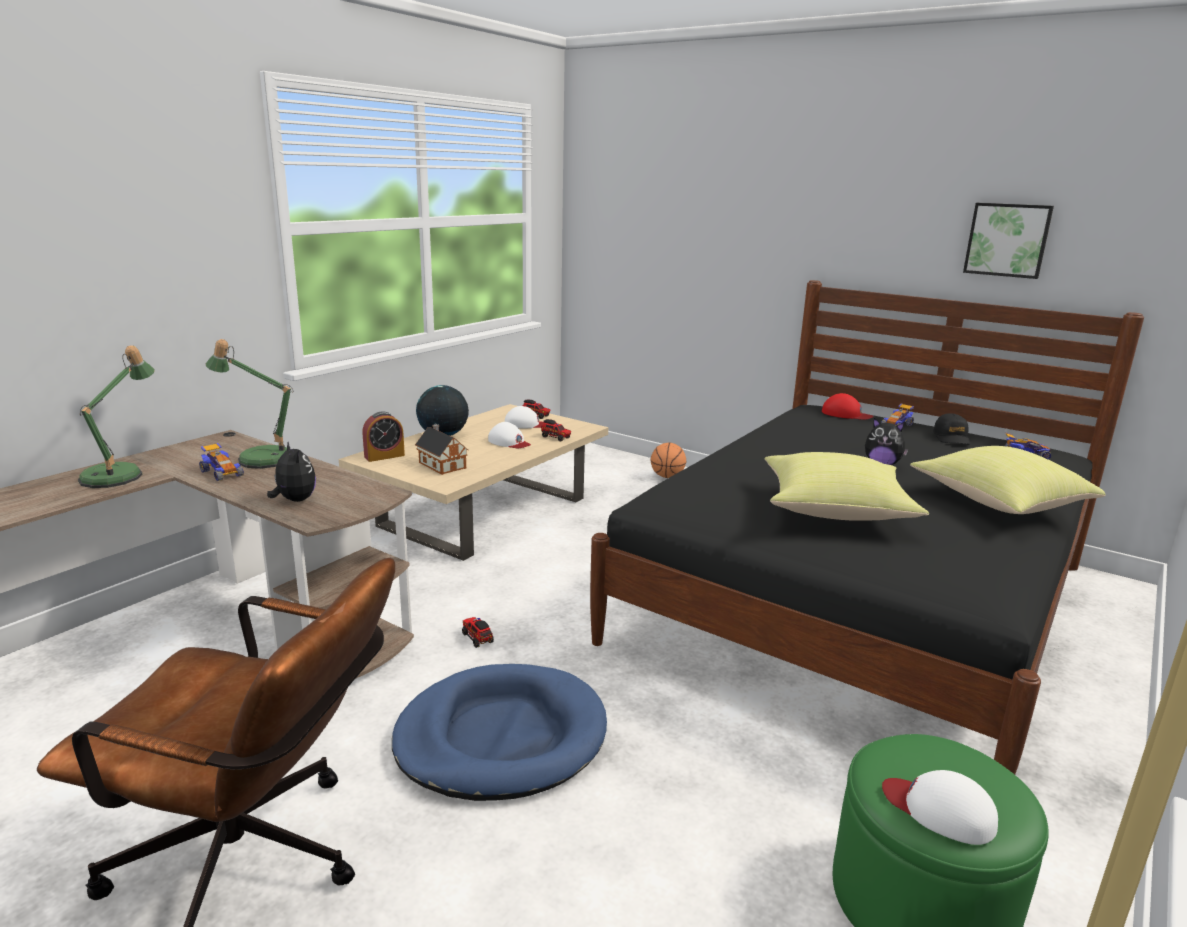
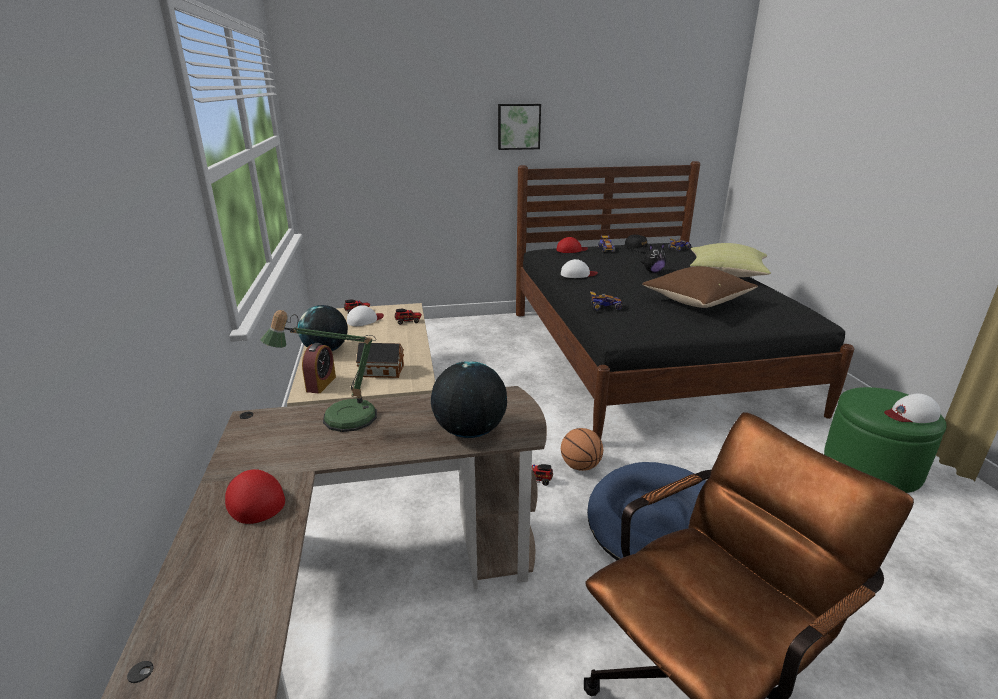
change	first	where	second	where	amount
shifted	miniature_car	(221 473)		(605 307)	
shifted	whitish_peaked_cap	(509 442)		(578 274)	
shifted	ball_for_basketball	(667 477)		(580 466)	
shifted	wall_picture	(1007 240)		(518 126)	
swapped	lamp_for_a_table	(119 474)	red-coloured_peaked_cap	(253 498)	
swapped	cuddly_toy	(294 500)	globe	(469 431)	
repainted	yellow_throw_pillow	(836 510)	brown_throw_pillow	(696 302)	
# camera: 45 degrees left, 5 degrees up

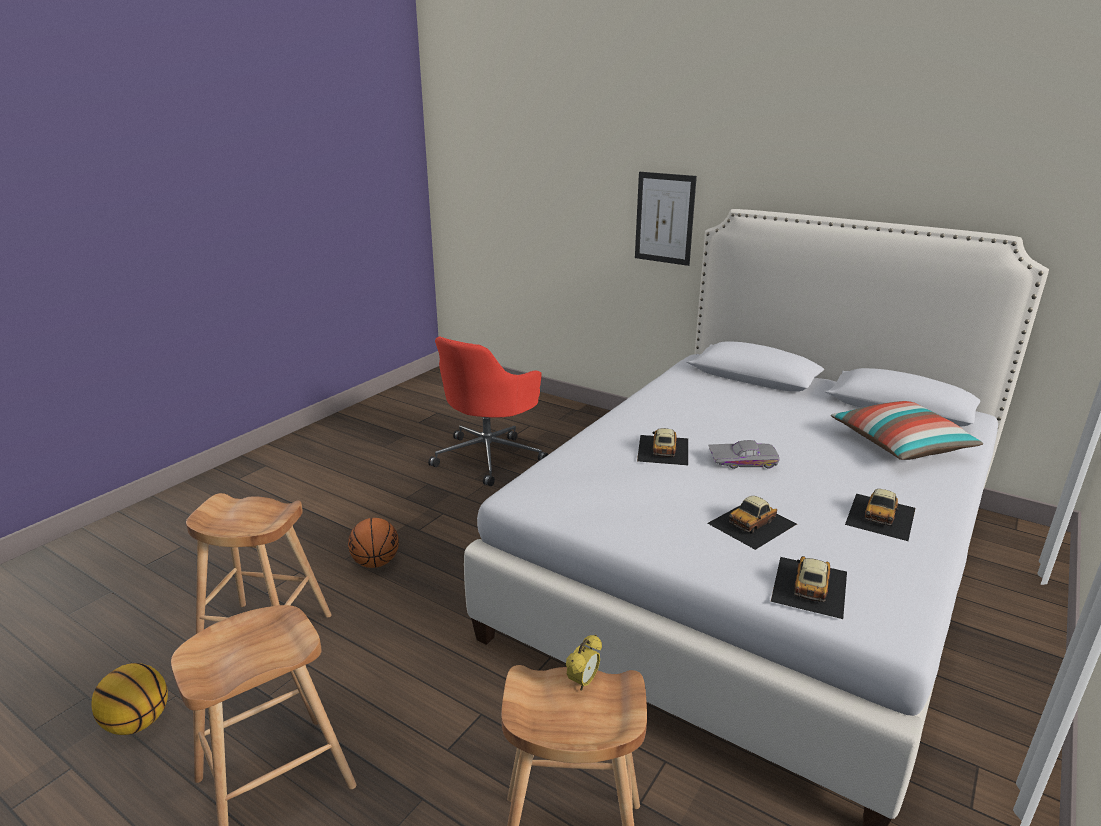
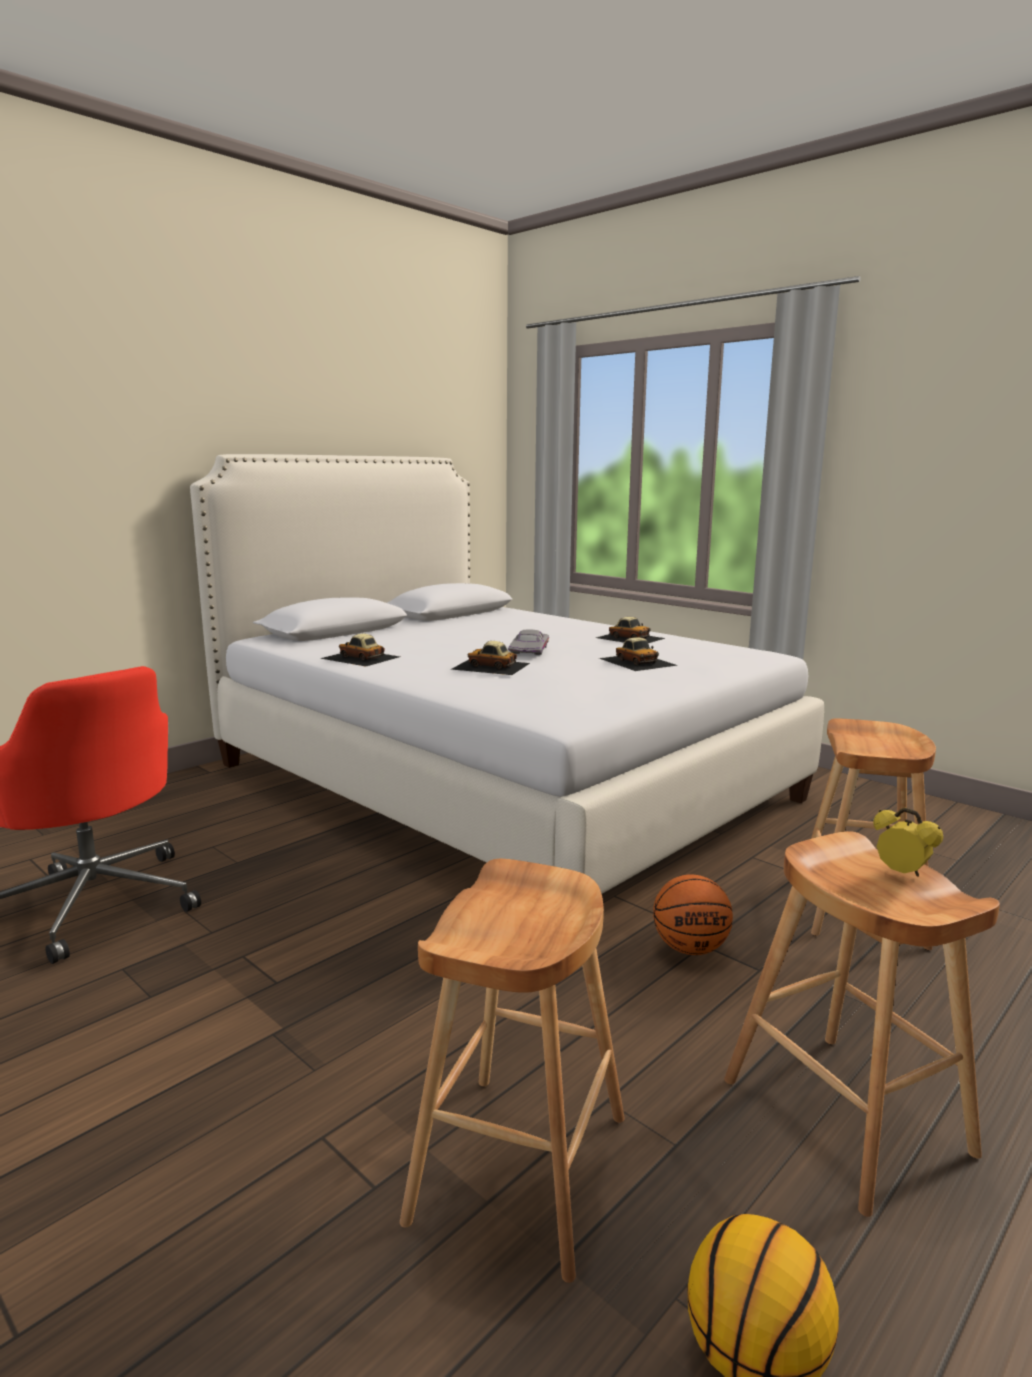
change	first	where	second	where	amount
gone	wall_picture	(664 218)			
gone	throw_pillow	(900 445)			
shifted	ball_for_basketball	(376 562)		(690 948)	
shifted	alarm_clock	(583 682)		(901 873)	
shifted	miniature_car	(809 586)		(360 657)	
# camera: 80 degrees left, 10 degrees down

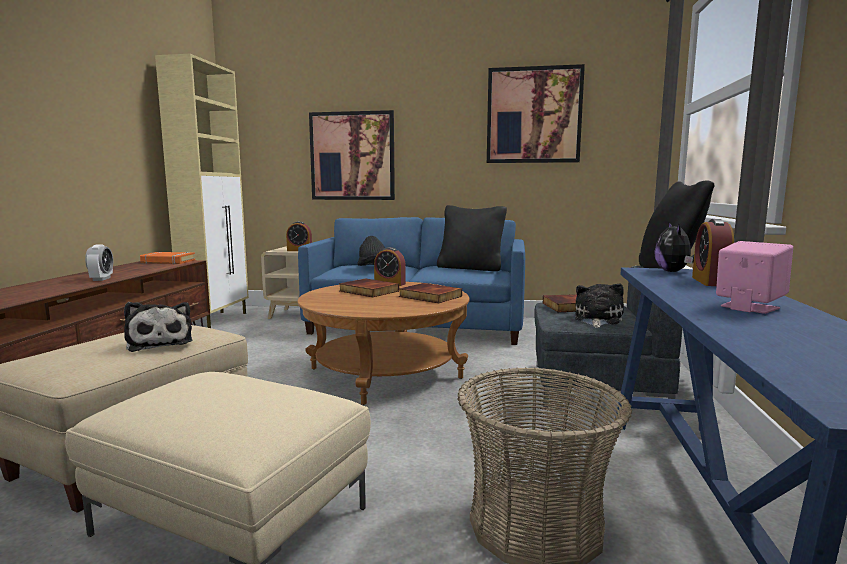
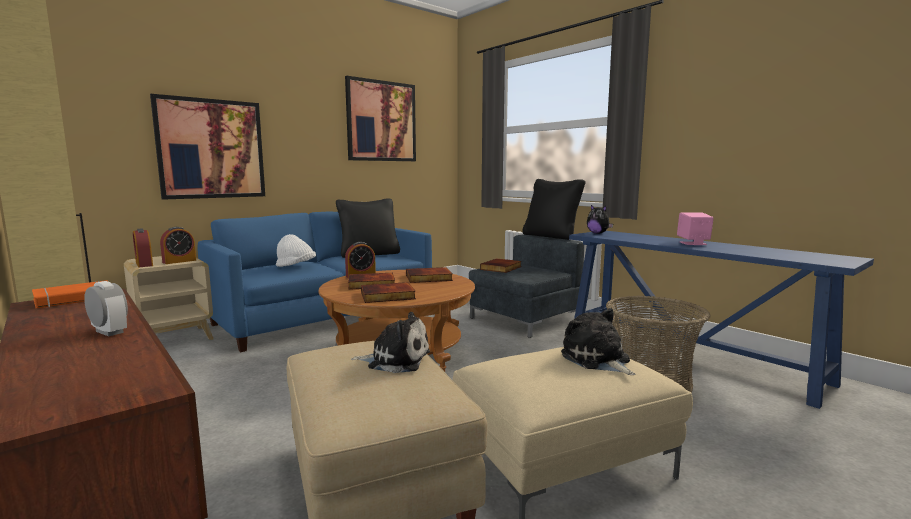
change	first	where	second	where	amount
new			volume	(387 296)	
shifted	cuddly_toy	(597 319)		(597 360)	
shifted	alarm_clock	(710 281)		(144 264)	
repainted	black_clothing_hat	(373 267)	whitish_clothing_hat	(296 266)	
# camera: 50 degrees left, 0 degrees up

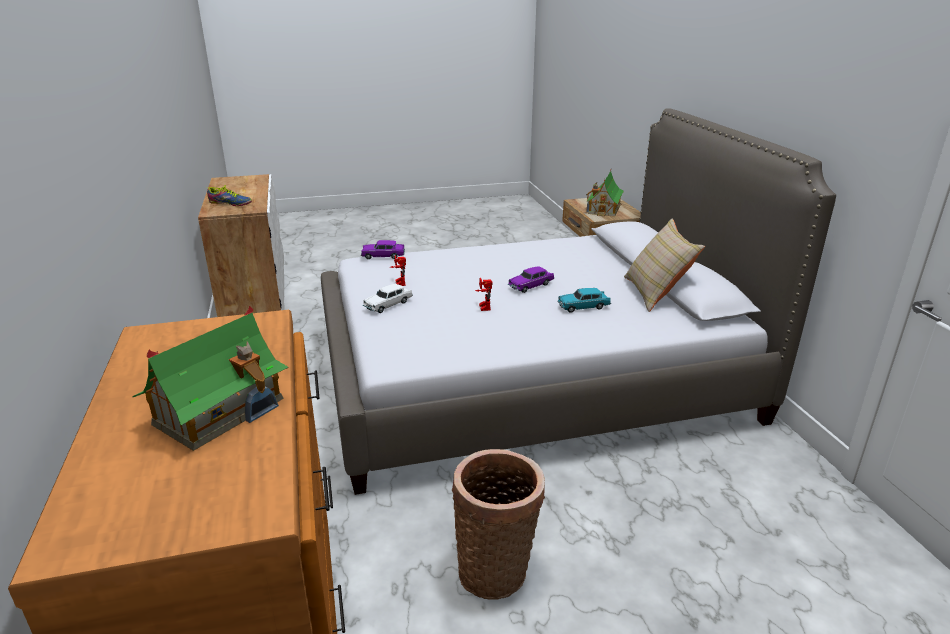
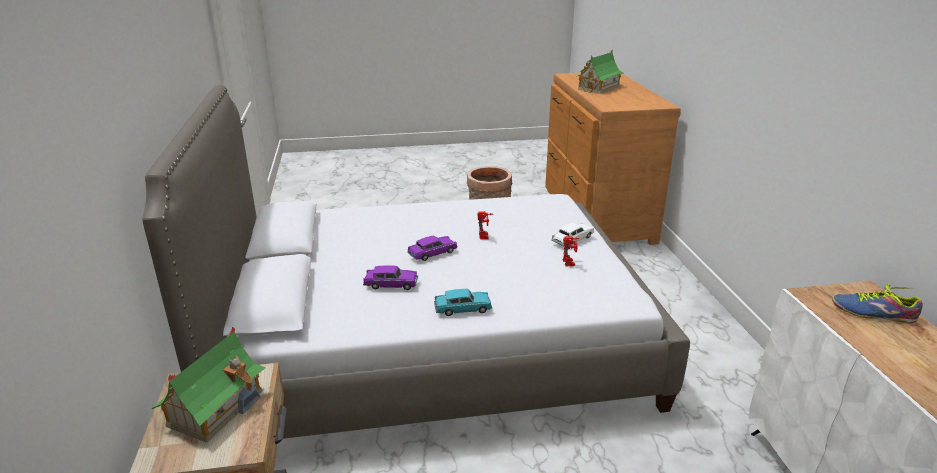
change	first	where	second	where	amount
gone	beige-coloured_throw_pillow	(656 293)			
shifted	purplish_miniature_car	(383 256)		(391 285)	
shifted	turquoise-coloured_miniature_car	(583 307)		(462 309)	
# camera: 175 degrees left, 0 degrees up

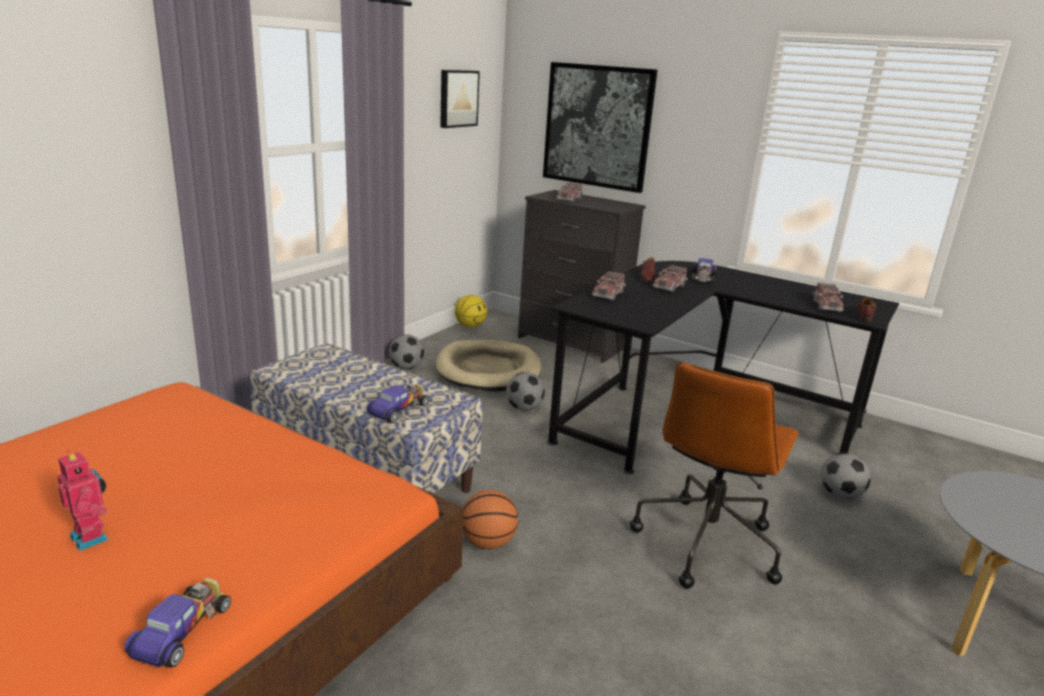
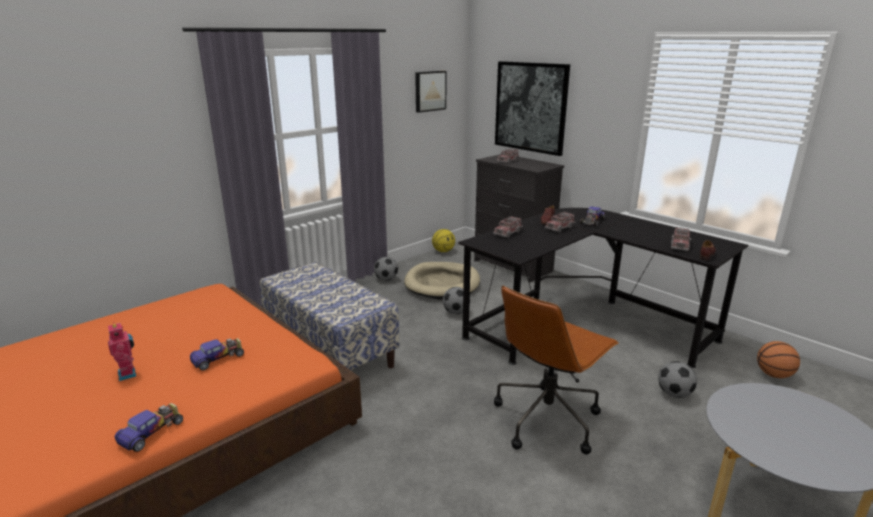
change	first	where	second	where	amount
shifted	miniature_car	(399 409)		(218 358)	
shifted	ball_for_basketball	(488 543)		(773 375)	
# camera: 15 degrees right, 0 degrees up

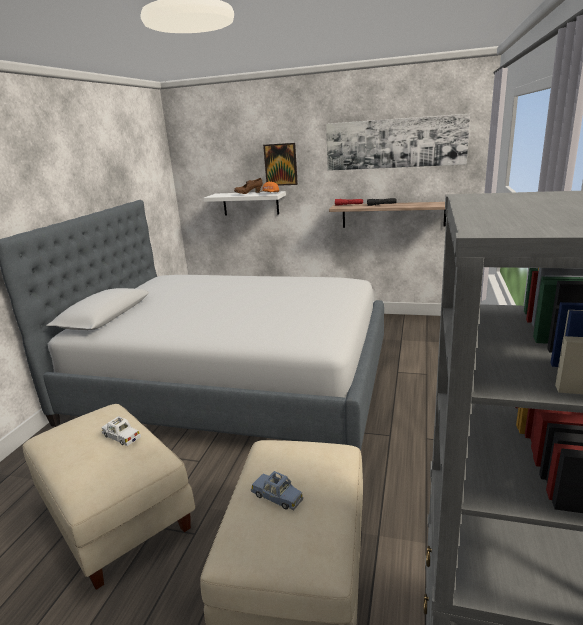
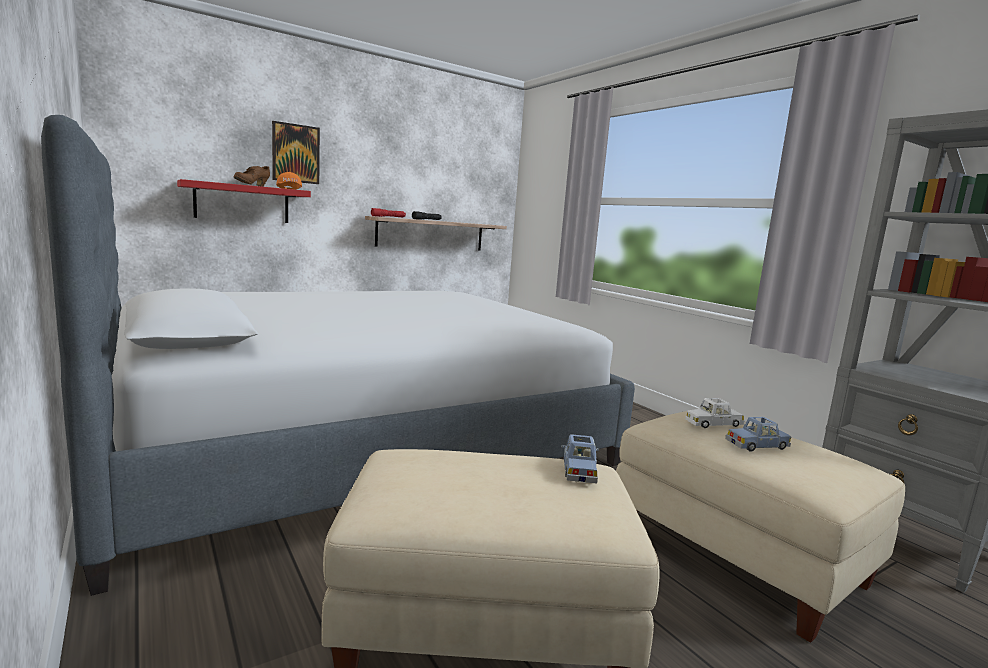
change	first	where	second	where	amount
gone	wall_picture	(395 143)			
new			blue-coloured_miniature_car	(578 469)	
shifted	whitish_miniature_car	(121 437)		(713 424)	
repainted	whitish_shelf	(250 203)	red-coloured_shelf	(242 203)	
# camera: 50 degrees left, 10 degrees down

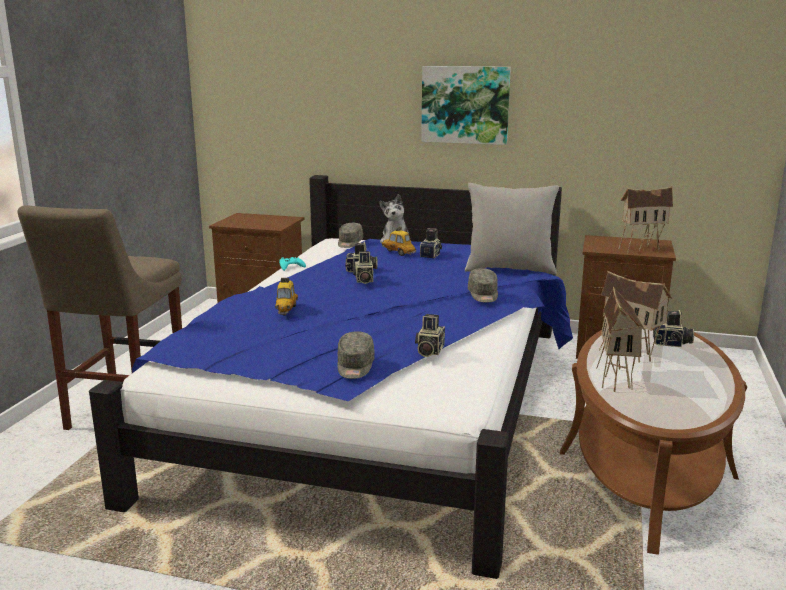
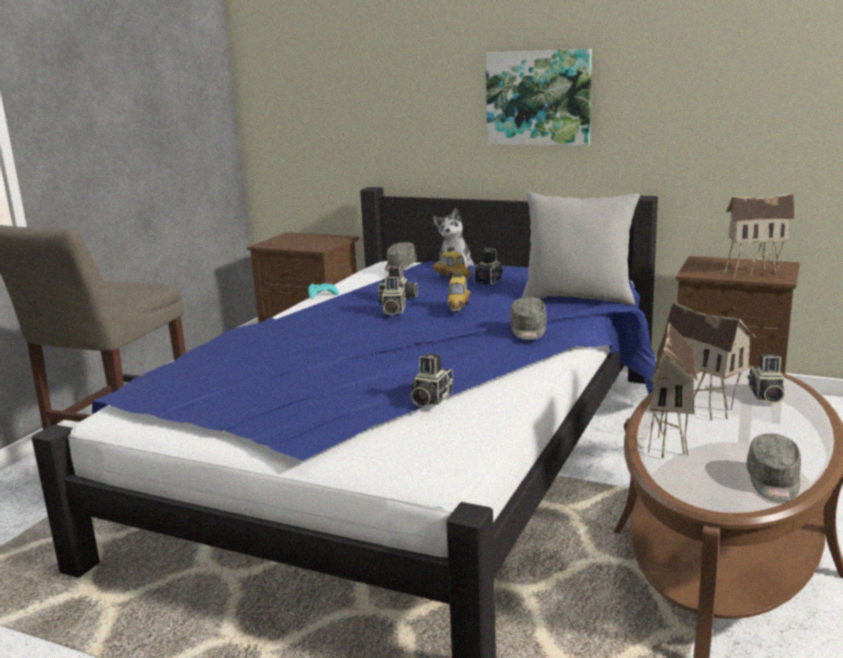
change	first	where	second	where	amount
shifted	miniature_car	(286 310)		(458 307)	
shifted	gray_peaked_cap	(355 366)		(773 482)	
rotated	photo_camera	(672 344)		(765 396)	75 degrees clockwise
# camera: 10 degrees right, 0 degrees up

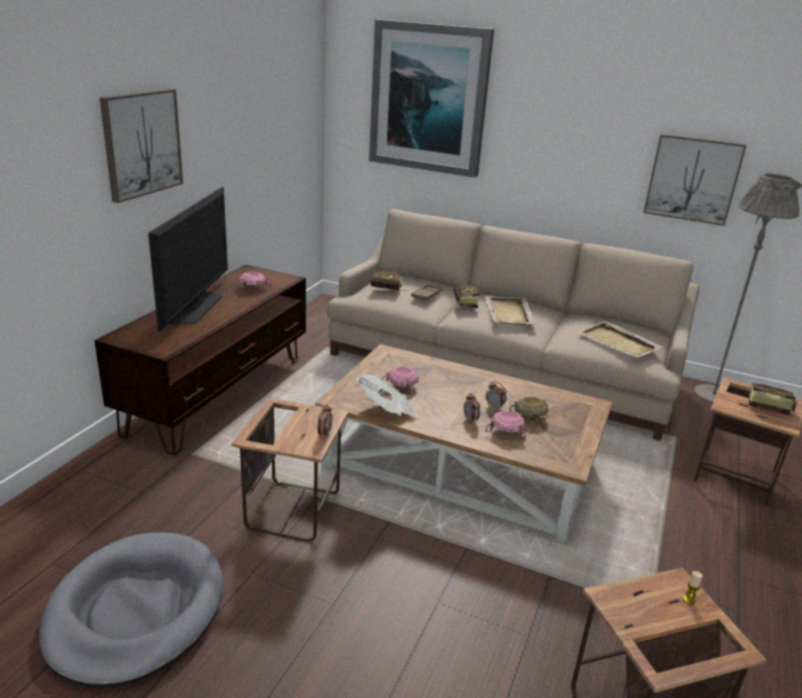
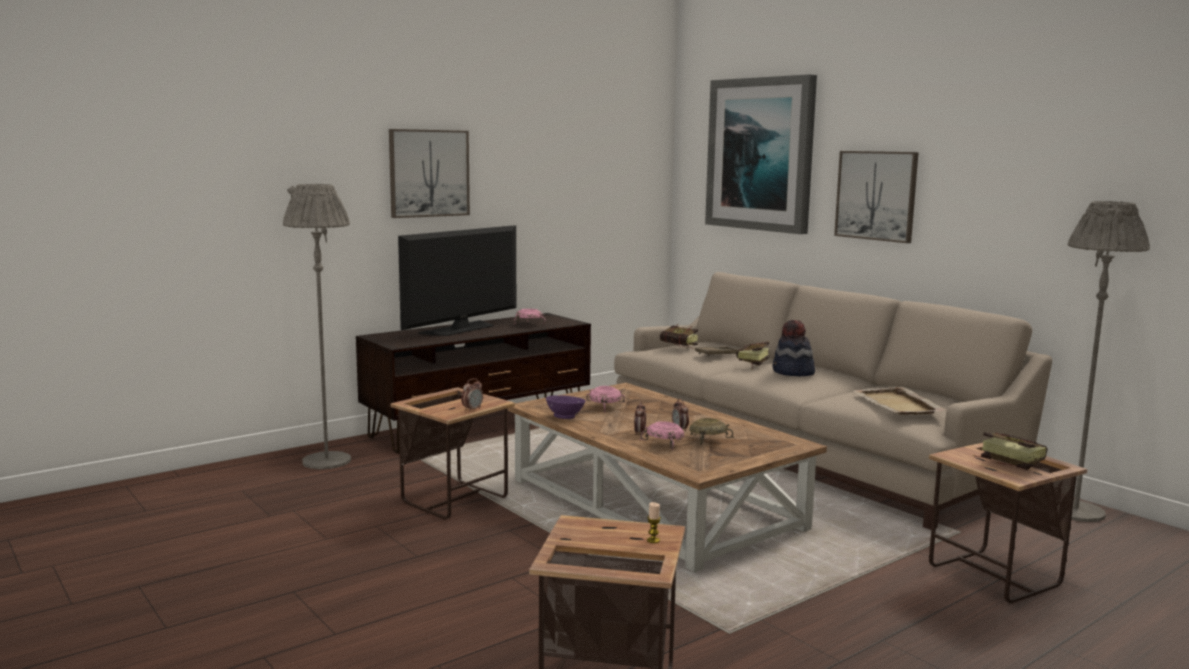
change	first	where	second	where	amount
gone	gray_pet_bed	(136 611)			
new			gray_standard_lamp	(326 461)	
shifted	wall_picture	(693 179)		(876 195)	
swapped	daily_paper	(387 410)	purplish_deep_dish	(565 417)	
swapped	beige-coloured_tray	(509 313)	clothing_hat	(793 373)	
# camera: 30 degrees right, 15 degrees down

